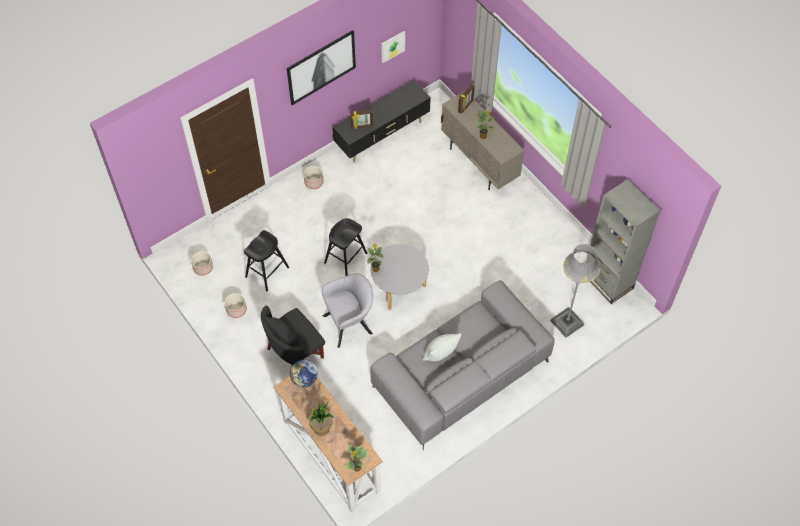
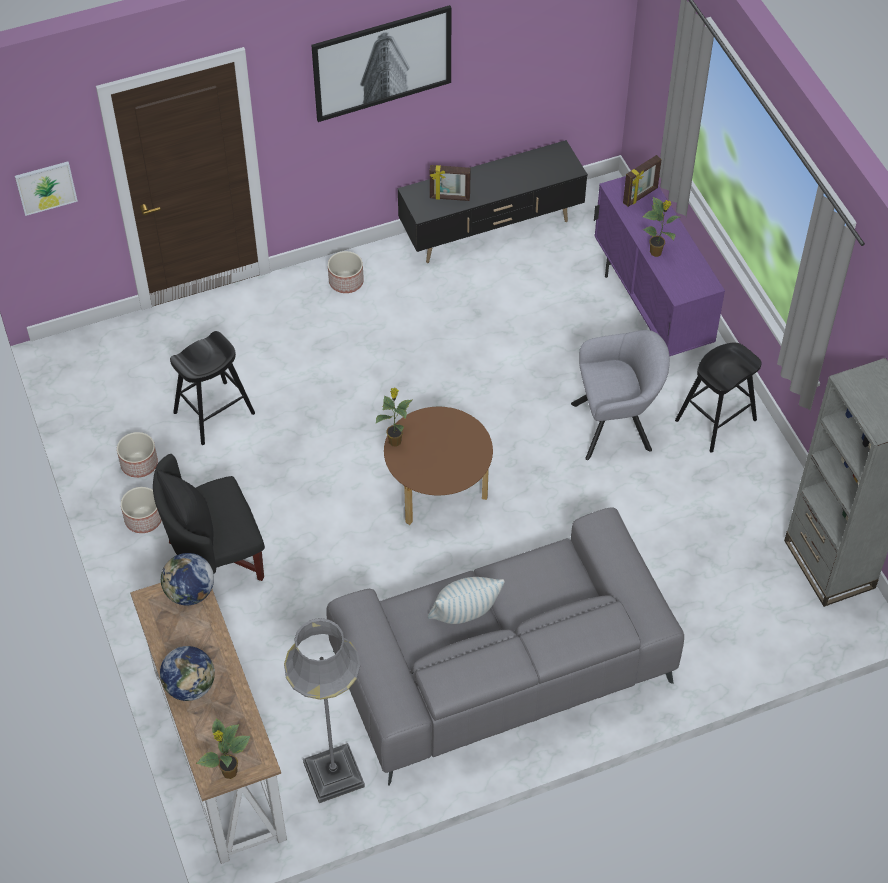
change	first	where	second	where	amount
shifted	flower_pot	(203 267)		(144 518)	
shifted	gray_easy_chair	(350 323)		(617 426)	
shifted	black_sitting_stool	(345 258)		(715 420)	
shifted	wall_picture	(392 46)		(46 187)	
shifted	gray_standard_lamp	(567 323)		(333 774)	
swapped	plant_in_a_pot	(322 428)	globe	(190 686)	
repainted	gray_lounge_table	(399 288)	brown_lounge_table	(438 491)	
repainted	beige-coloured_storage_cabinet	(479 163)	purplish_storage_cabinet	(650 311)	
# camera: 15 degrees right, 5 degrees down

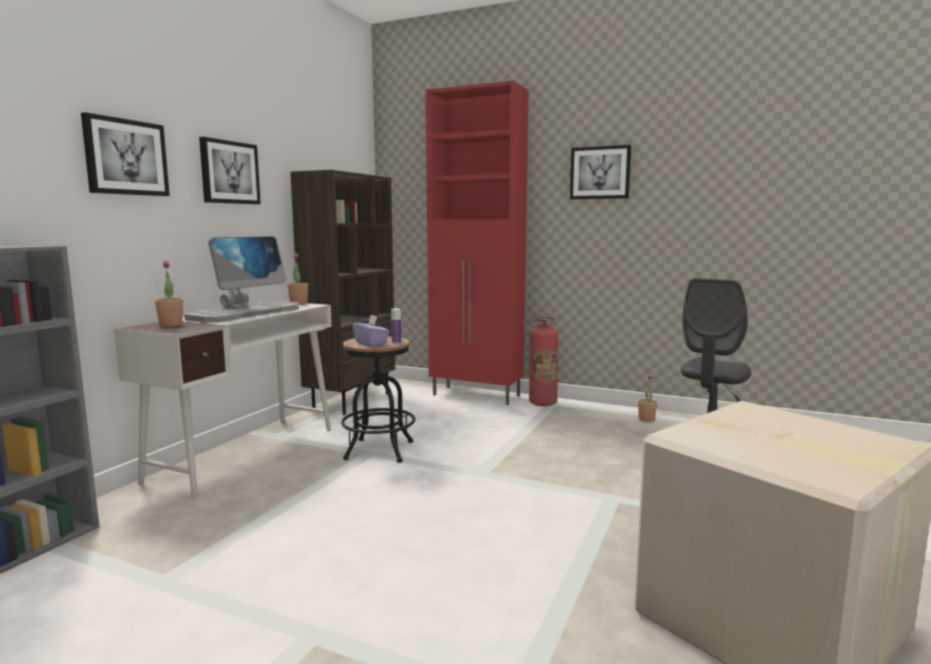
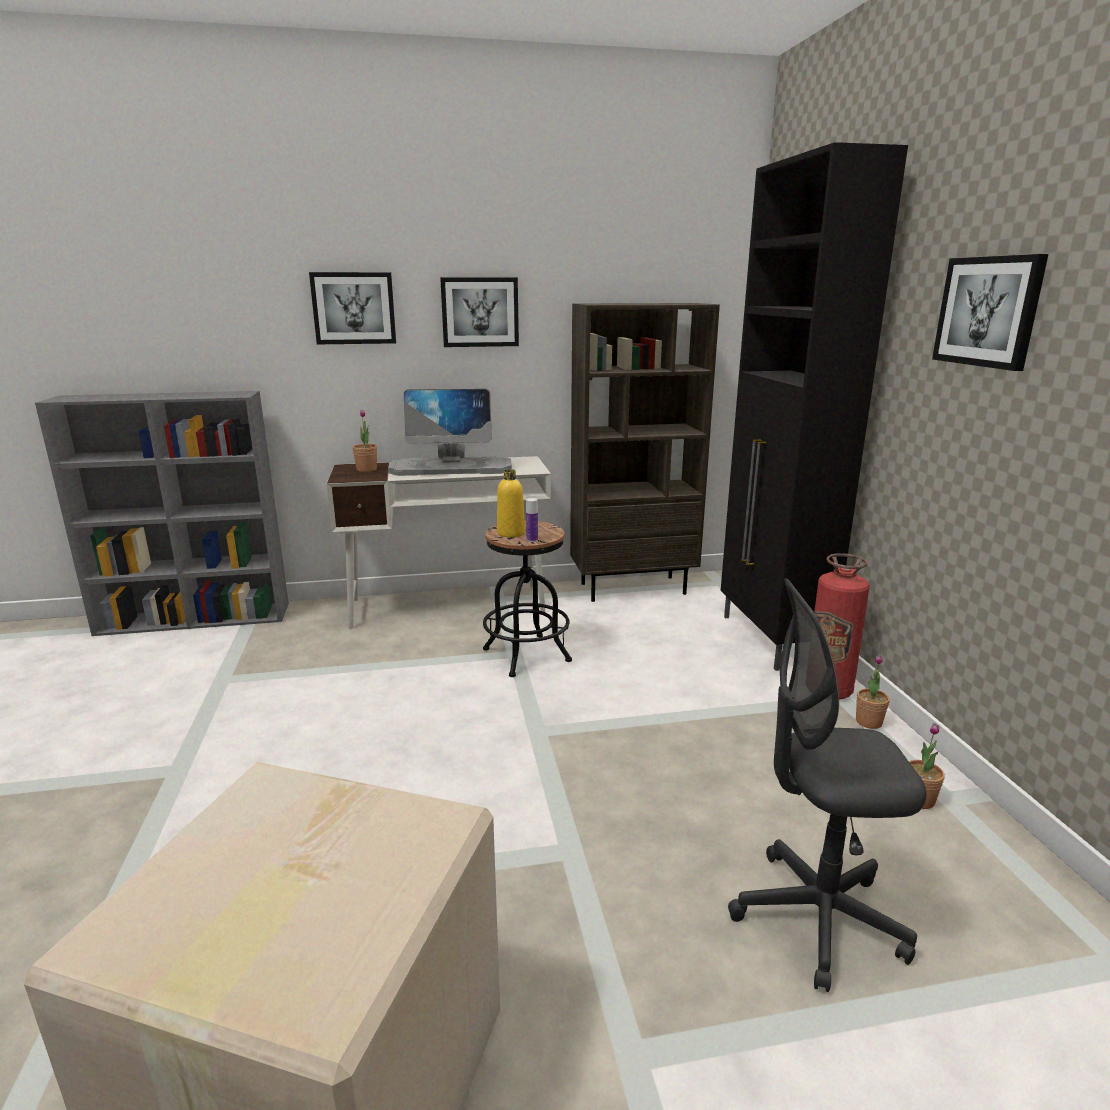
change	first	where	second	where	amount
shifted	plant_in_a_pot	(298 304)		(868 722)	
swapped	purplish_box_of_tissues	(371 343)	yellow_drink_bottle	(511 533)	
repainted	red-coloured_storage_cabinet	(477 396)	black_storage_cabinet	(770 640)	
# camera: 55 degrees right, 10 degrees up

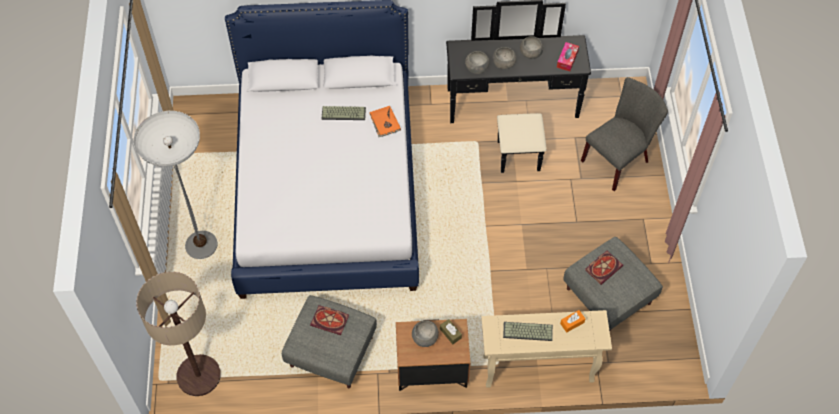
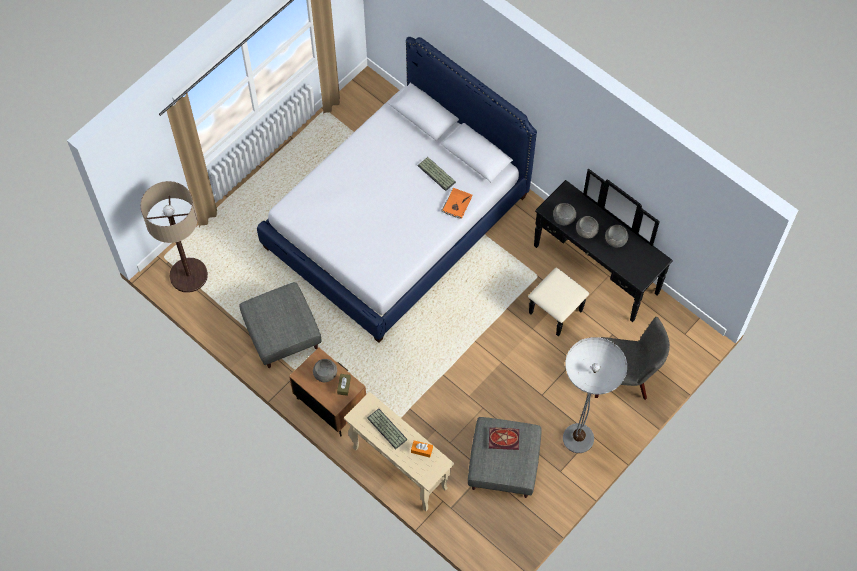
change	first	where	second	where	amount
gone	volume	(331 320)			
gone	box_of_tissues	(567 59)			
shifted	standard_lamp	(201 245)		(578 438)	
# camera: 45 degrees right, 5 degrees up

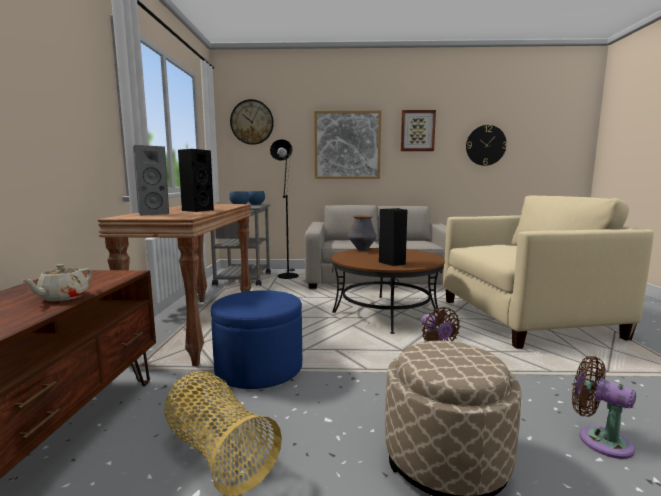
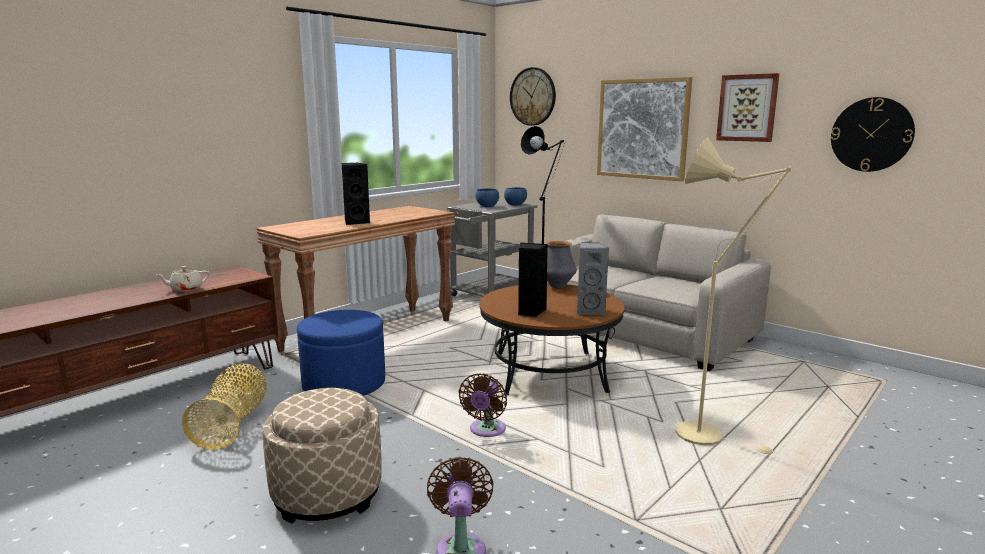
change	first	where	second	where	amount
shifted	gray_loudspeaker	(152 214)		(589 311)	
swapped	beige-coloured_easy_chair	(525 318)	beige-coloured_standard_lamp	(709 436)	
# camera: 40 degrees right, 5 degrees up

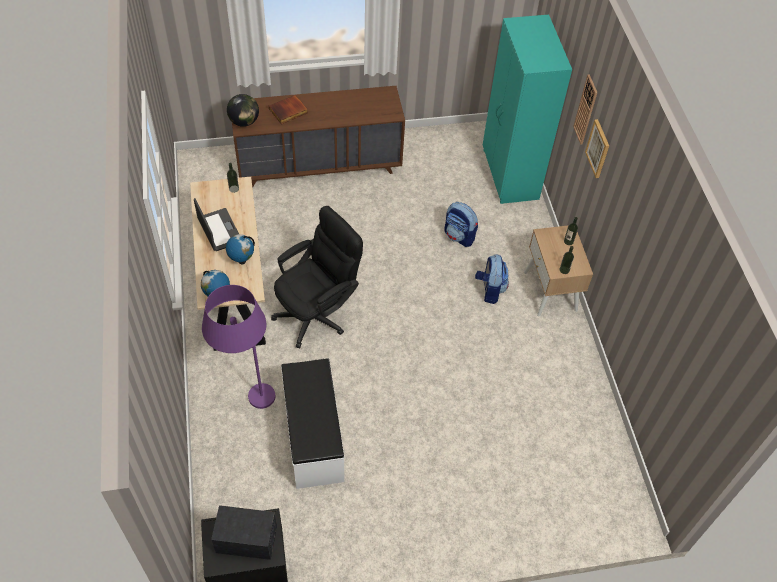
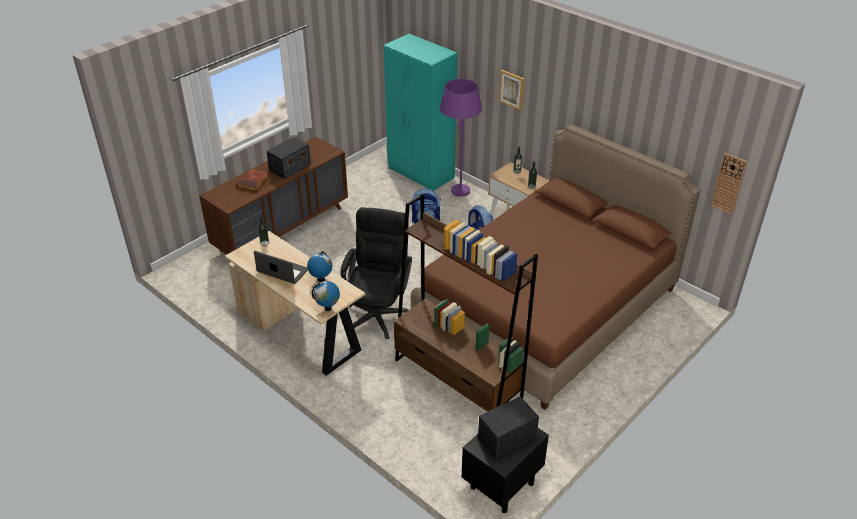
change	first	where	second	where	amount
gone	globe	(244 122)			
new			radio_receiver	(290 167)	
new			brown_bed	(547 307)	
shifted	purplish_standard_lamp	(249 405)		(458 197)	
shifted	clock_on_the_wall	(585 110)		(728 183)	
swapped	whitish_indoor_bench	(314 436)	brown_bookshelf	(457 382)	
# camera: 35 degrees left, 15 degrees down

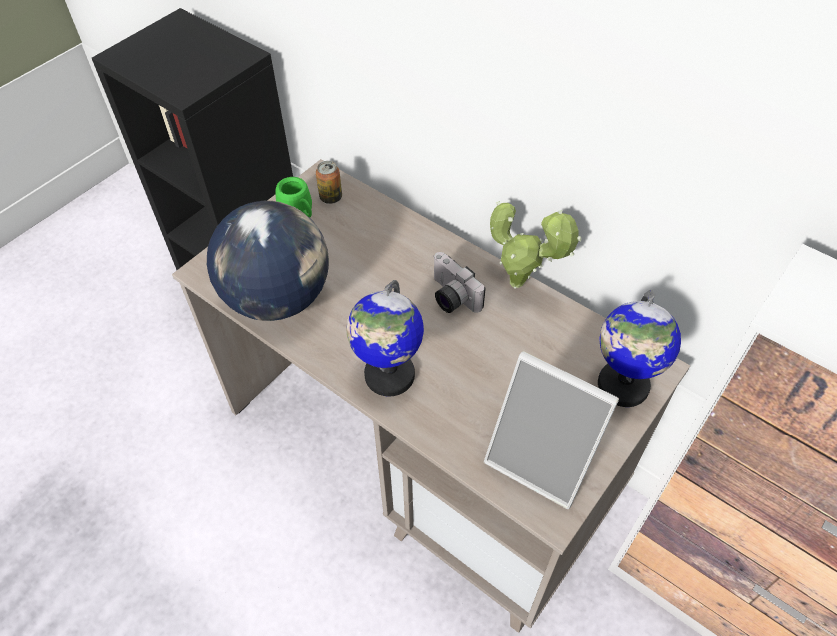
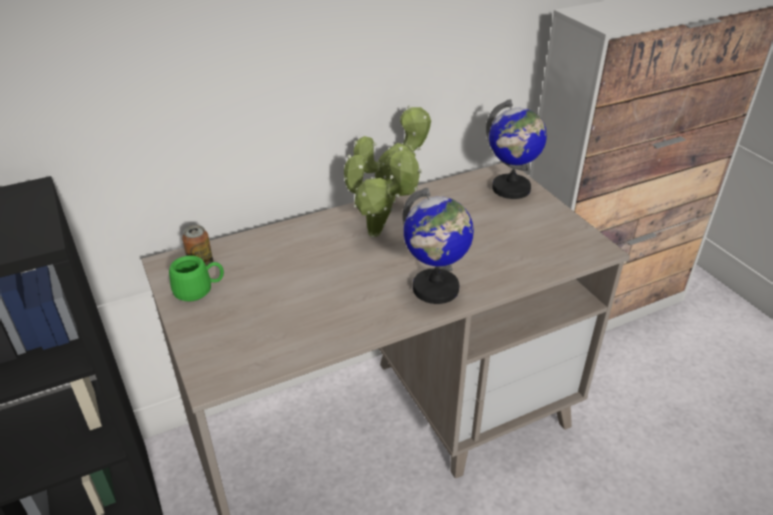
change	first	where	second	where	amount
gone	globe	(278 297)			
gone	standing_frame	(541 459)			
swapped	photo_camera	(450 297)	plant_in_a_pot	(379 234)	
# camera: 65 degrees left, 15 degrees down

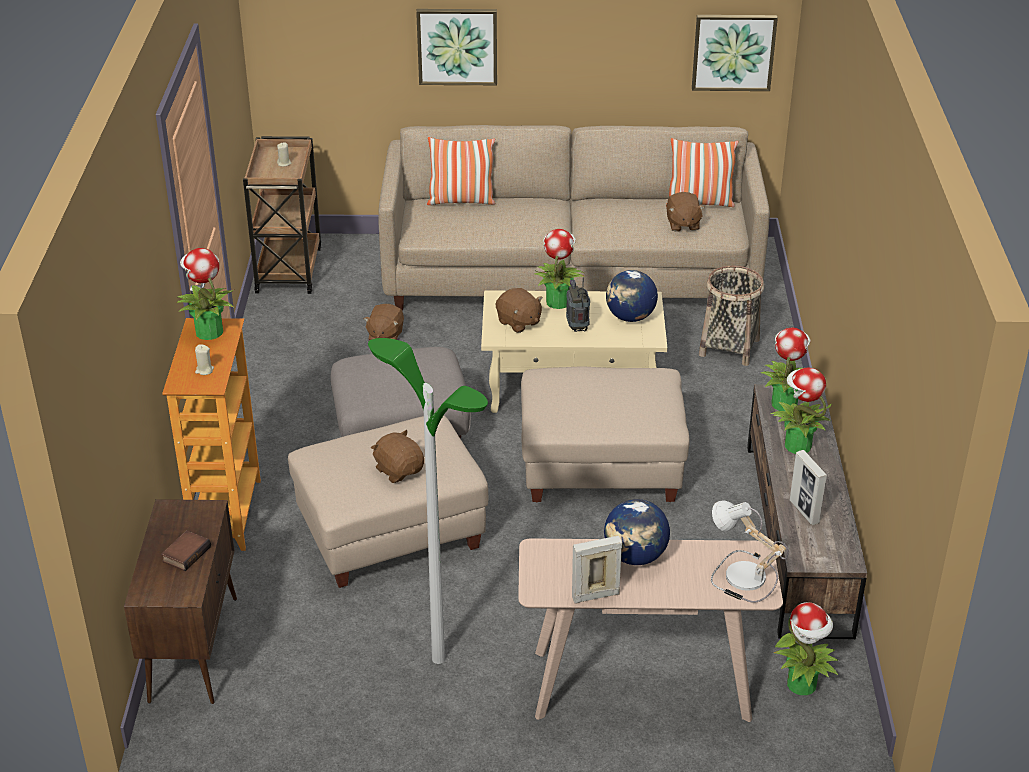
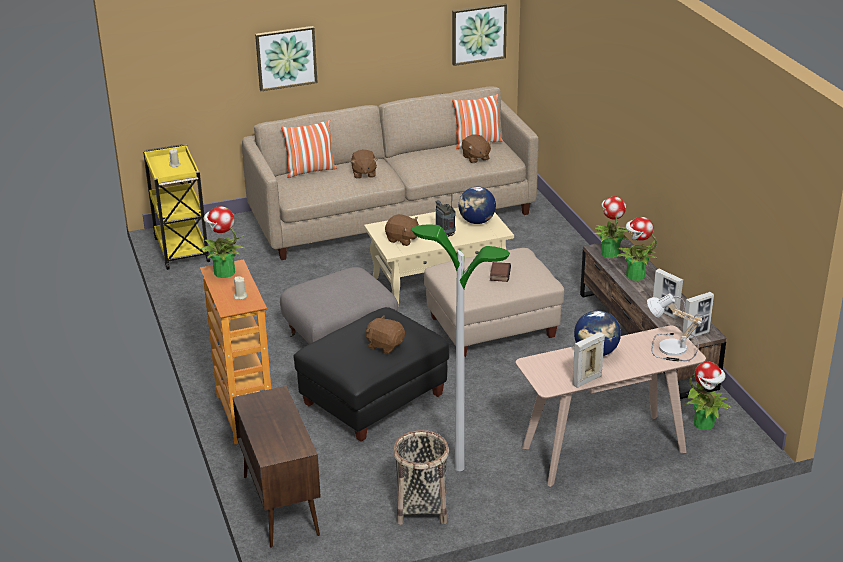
change	first	where	second	where	amount
gone	plant_in_a_pot	(557 301)			
new			standing_frame	(695 335)	
shifted	volume	(186 553)		(499 274)	
shifted	brown_cuddly_toy	(385 335)		(363 173)	
shifted	storage_basket	(728 347)		(421 507)	
repainted	brown_trolley	(289 269)	yellow_trolley	(181 249)	
repainted	beige-coloured_ottoman	(390 534)	black_ottoman	(374 400)	
# camera: 20 degrees left, 5 degrees down

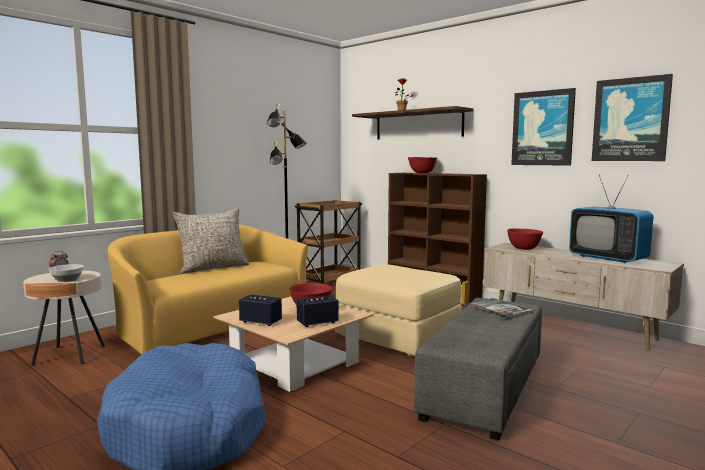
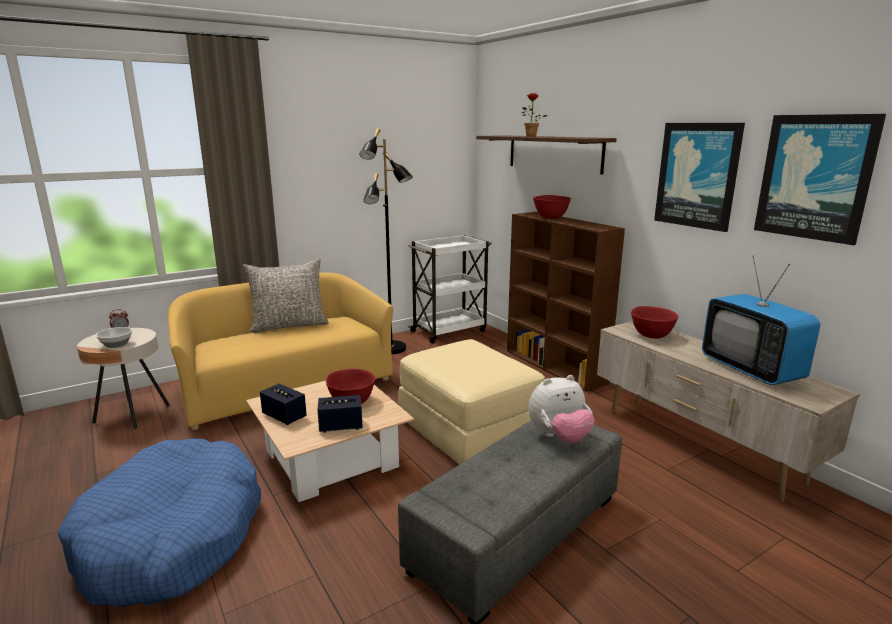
change	first	where	second	where	amount
swapped	volume	(500 309)	cuddly_toy	(559 437)	
repainted	brown_trolley	(329 281)	whitish_trolley	(449 331)	
# camera: 15 degrees right, 10 degrees up

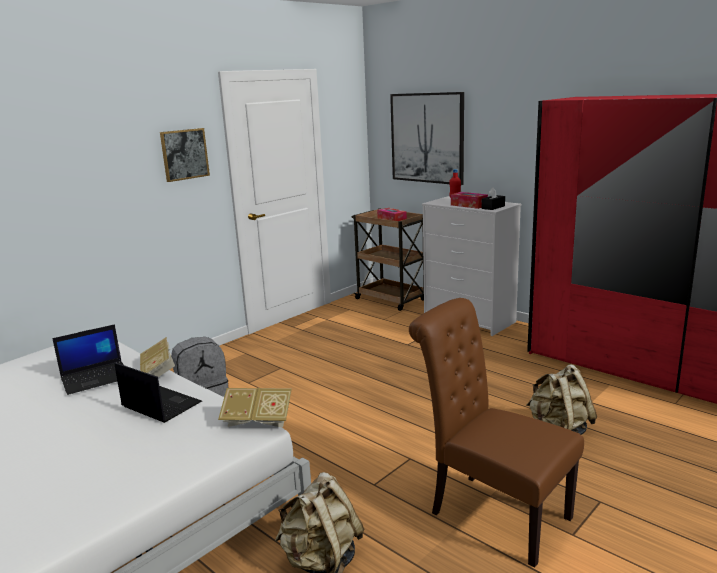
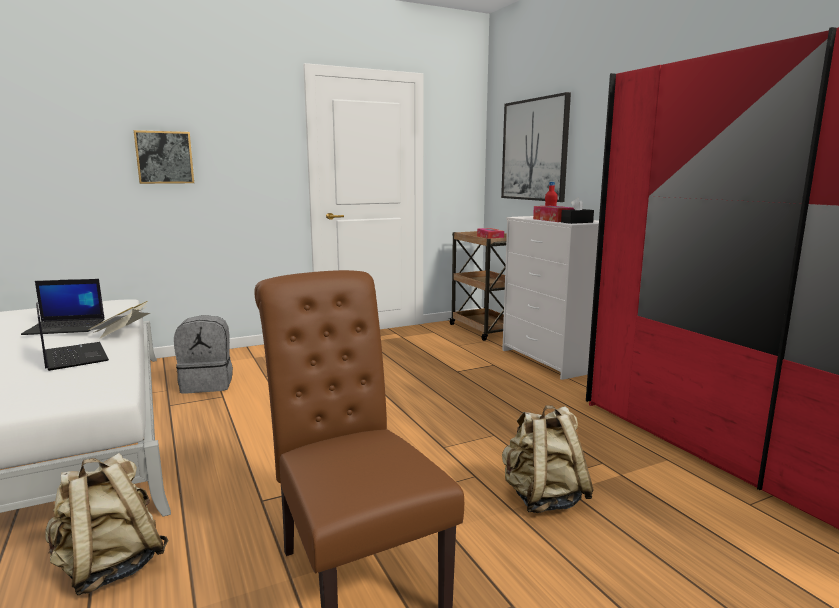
change	first	where	second	where	amount
gone	volume	(258 421)			
shifted	wall_picture	(184 154)		(164 157)	
# camera: 20 degrees right, 5 degrees down

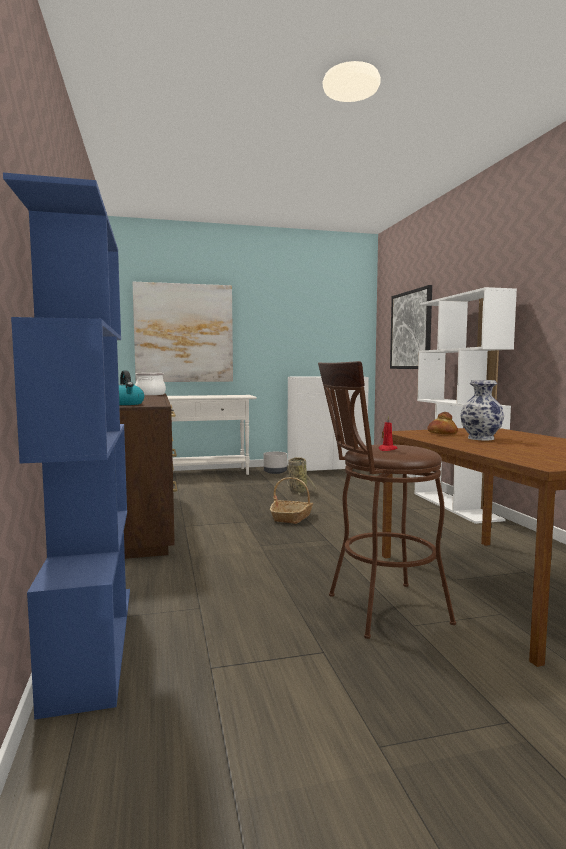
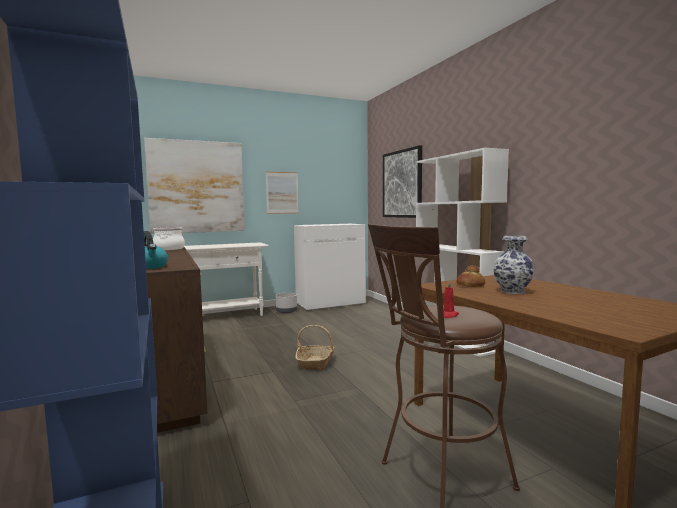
change	first	where	second	where	amount
gone	storage_basket	(297 491)			
new			wall_picture	(282 192)	
# camera: 10 degrees left, 0 degrees up

